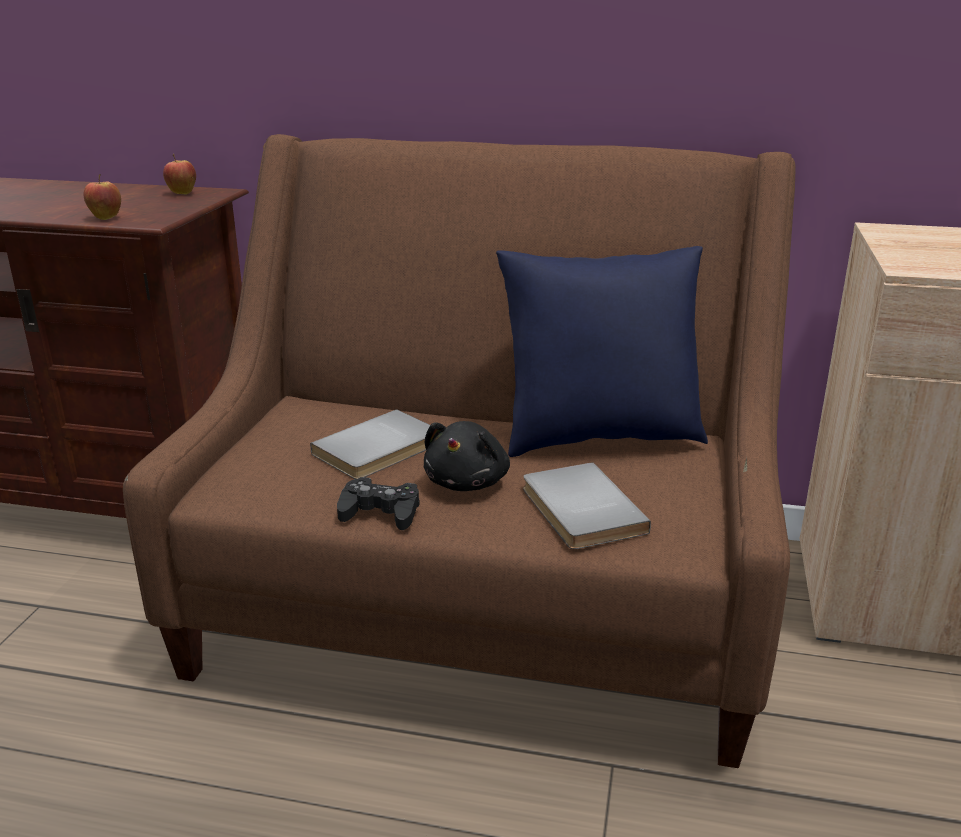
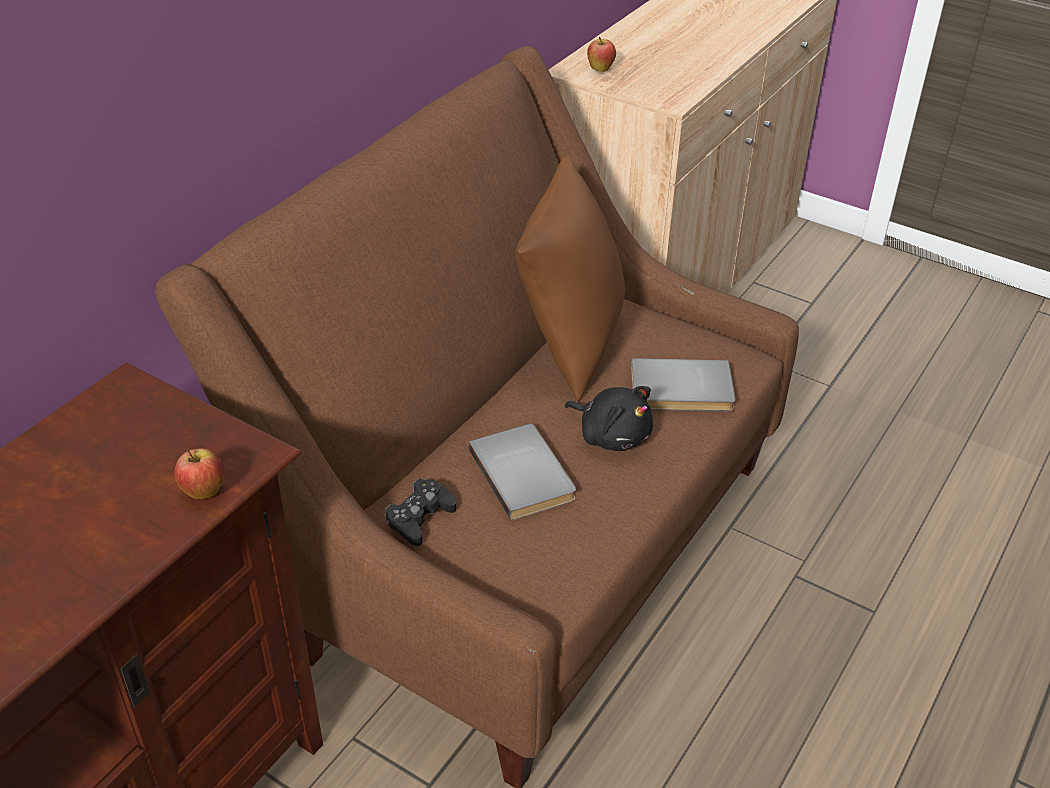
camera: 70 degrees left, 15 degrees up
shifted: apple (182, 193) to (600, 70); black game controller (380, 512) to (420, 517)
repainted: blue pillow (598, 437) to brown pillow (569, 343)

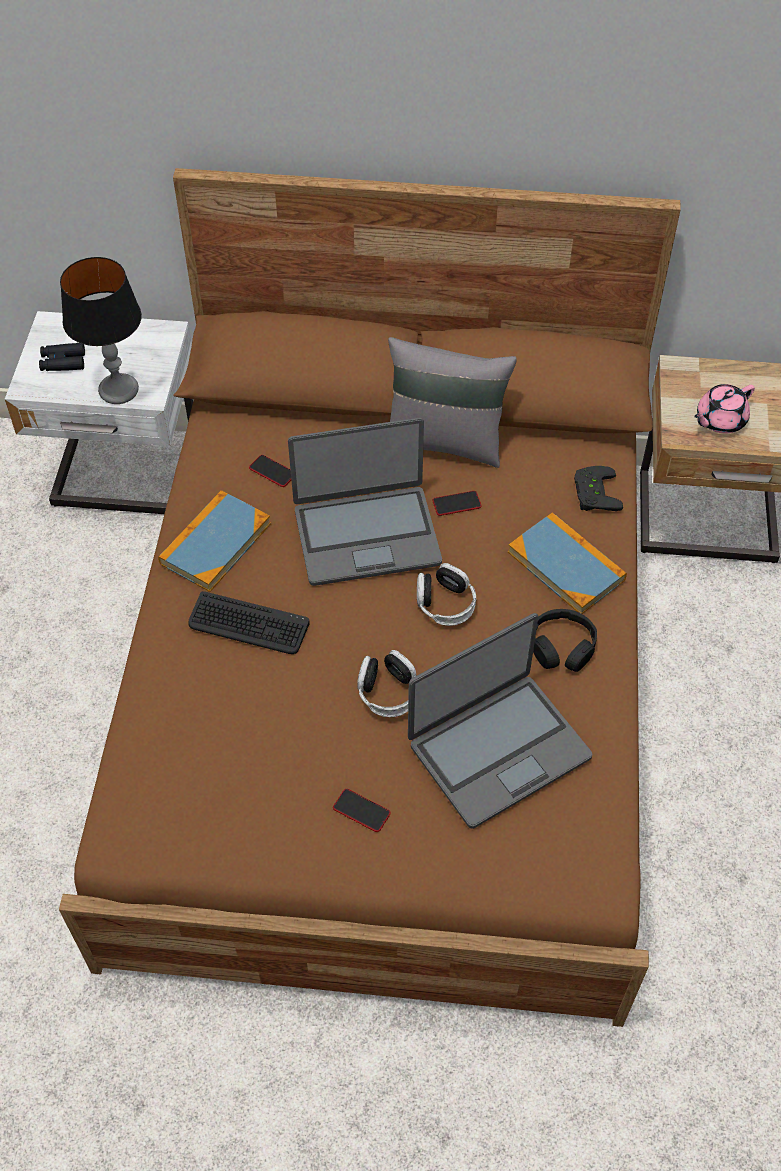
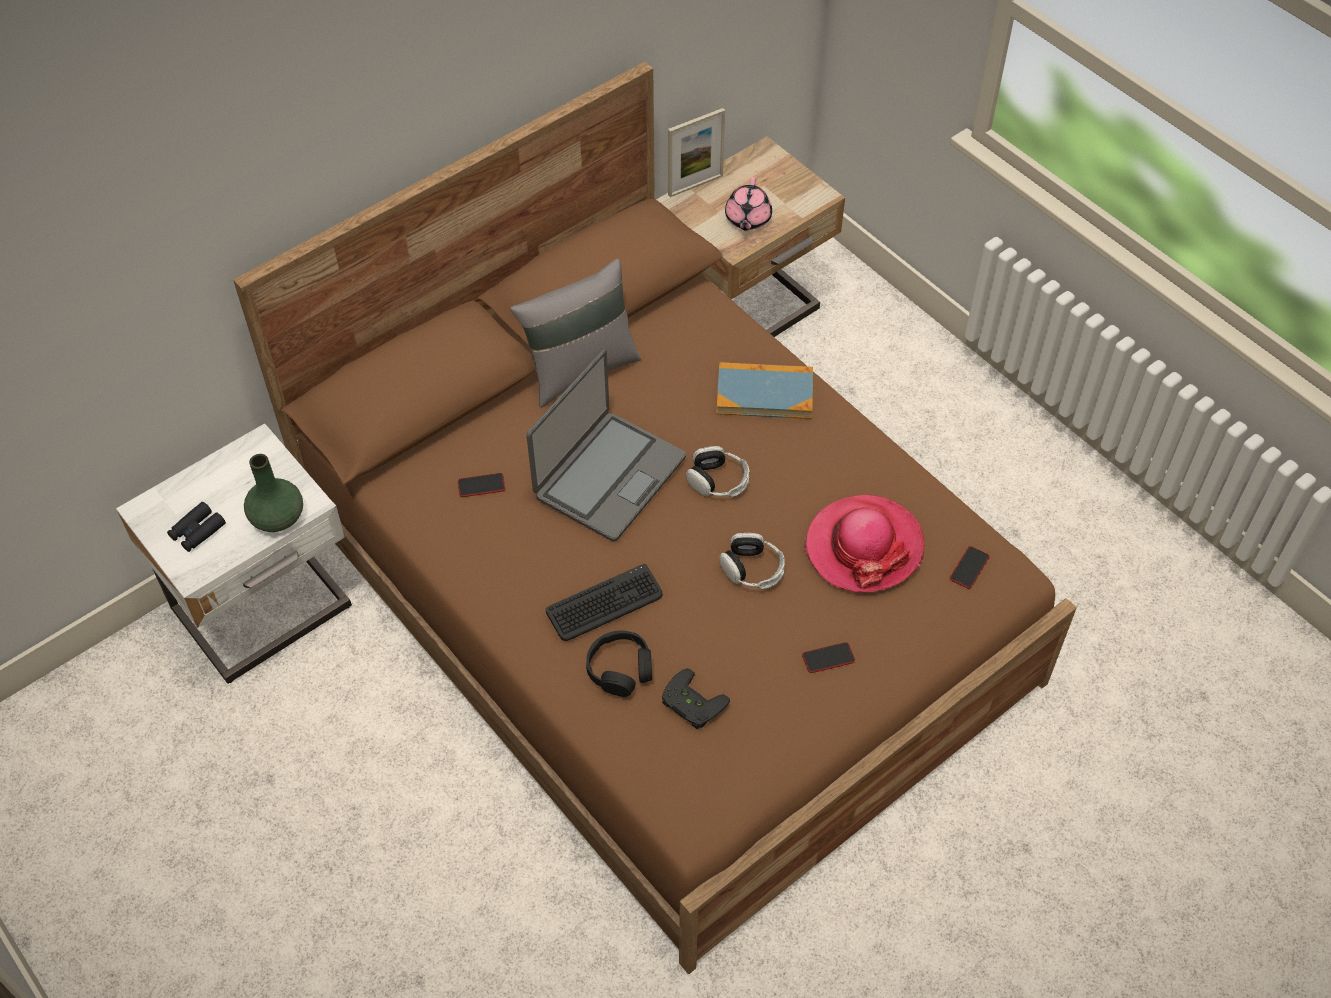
camera: 45 degrees left, 0 degrees up
gone: book (215, 543)
new: picture frame (695, 185)
shifted: phone (456, 504) to (969, 568); black headphones (562, 647) to (620, 669); black game controller (593, 493) to (690, 704)
swapped: table lamp (118, 390) to green vase (277, 517); laptop (498, 749) to hat (864, 546)

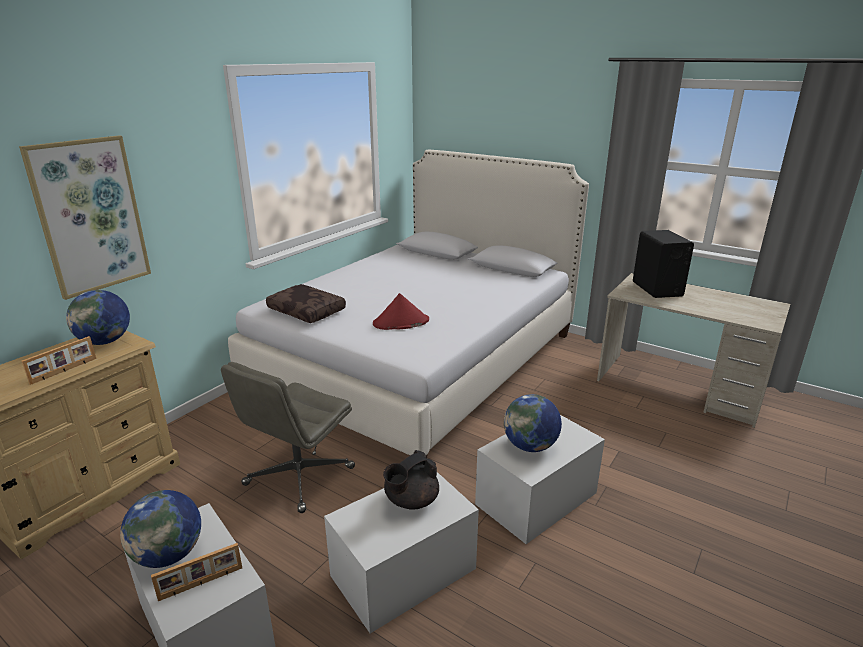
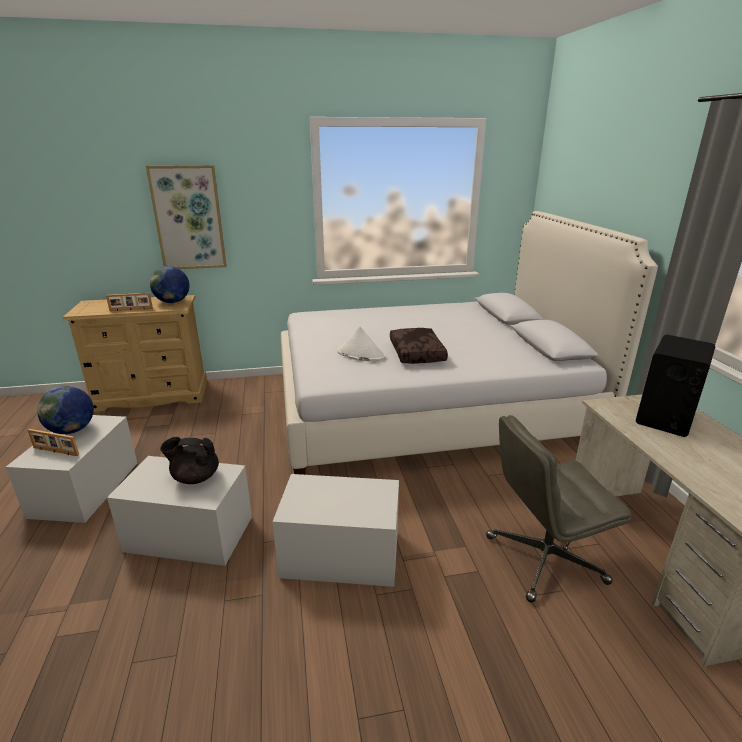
camera: 45 degrees right, 0 degrees up
gone: globe (530, 446)
shifted: grey office chair (298, 477) to (543, 560); brown pillow (307, 311) to (418, 353)
repainted: red hat (401, 322) to white hat (360, 354)

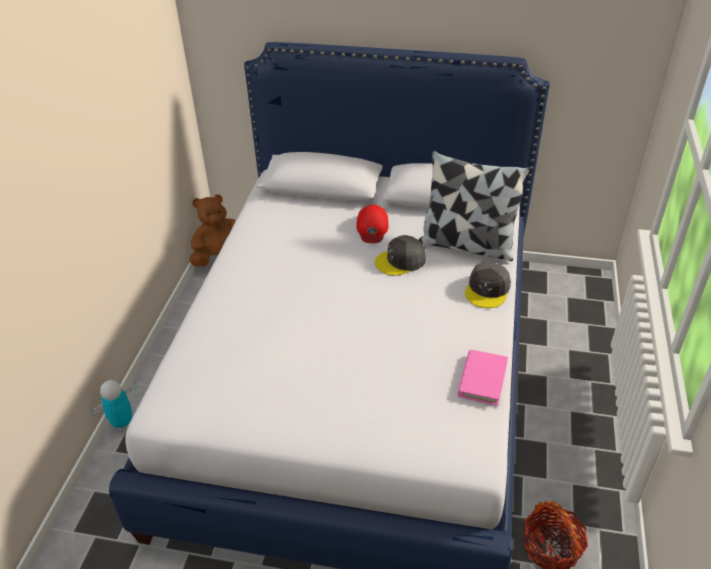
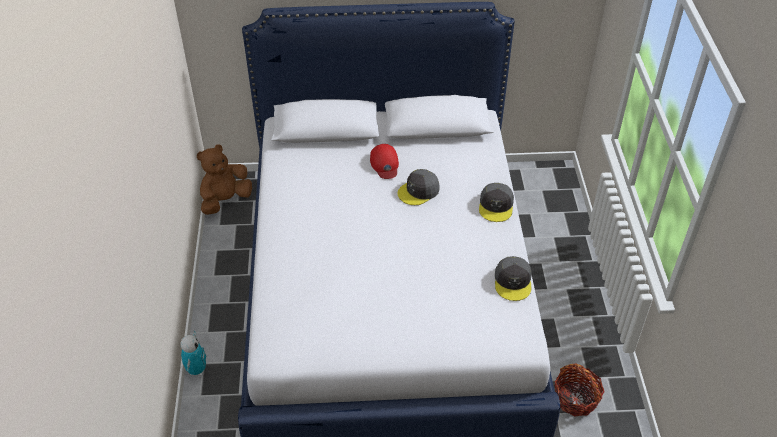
camera: 15 degrees left, 5 degrees up
gone: pillow (467, 244)
swapped: pink book (482, 379) to grey cap (513, 281)
rotated: toy robot (122, 423) = (196, 370) 150 degrees clockwise

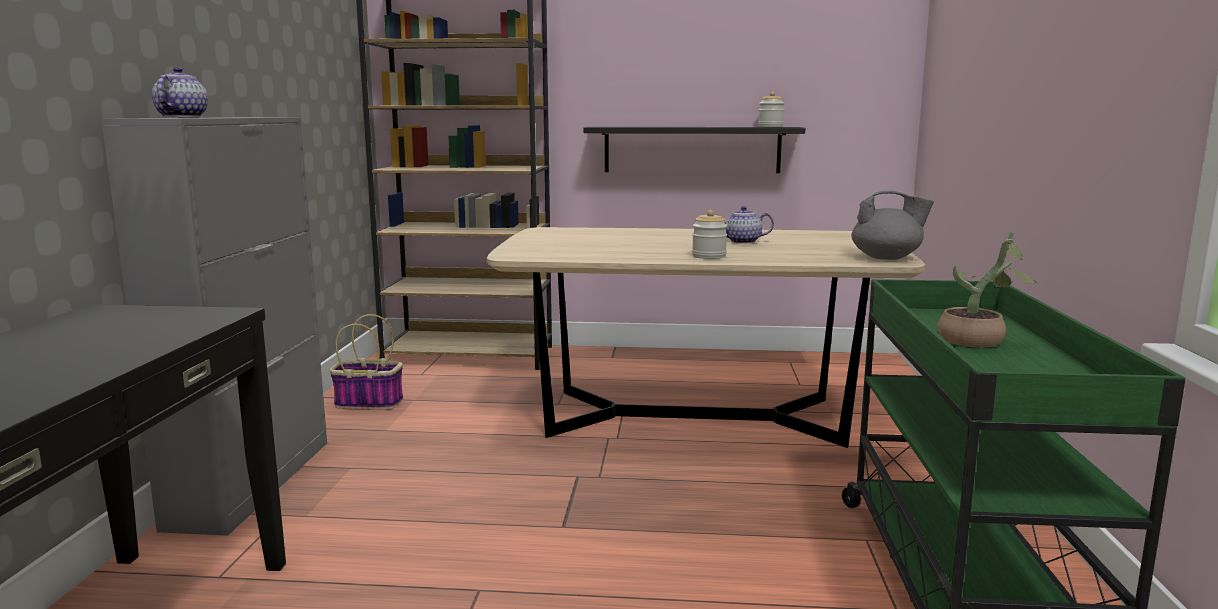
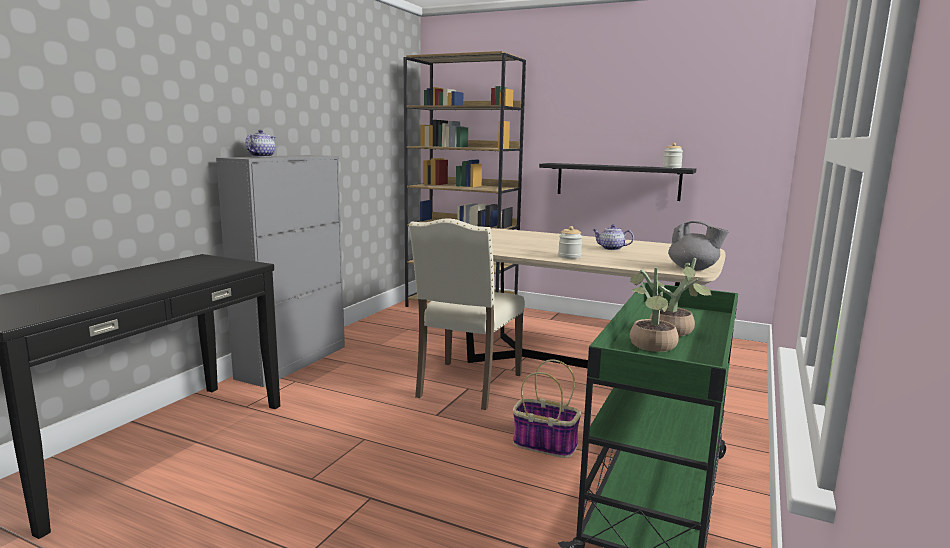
camera: 20 degrees right, 0 degrees up
new: beige chair (466, 386); potted plant (650, 346)
shifted: basket (367, 403) to (543, 444)

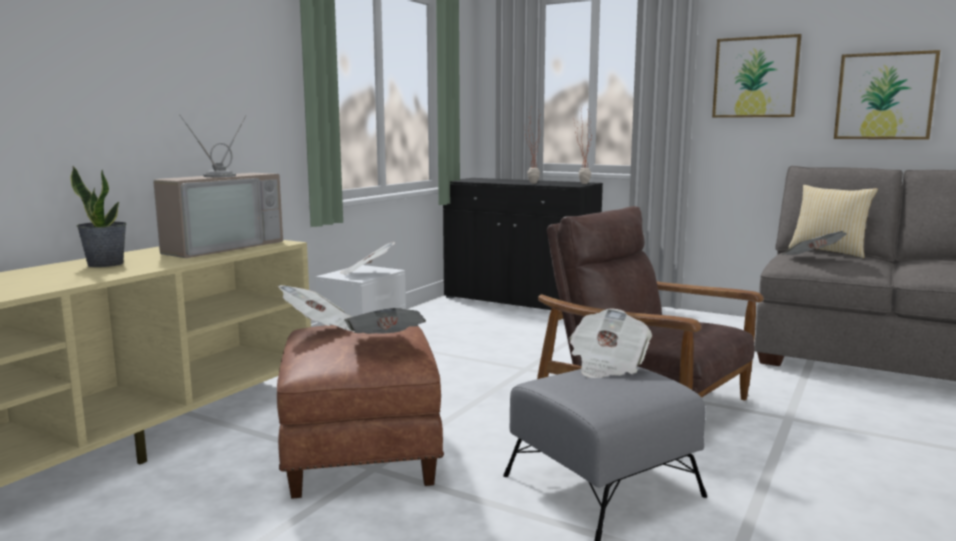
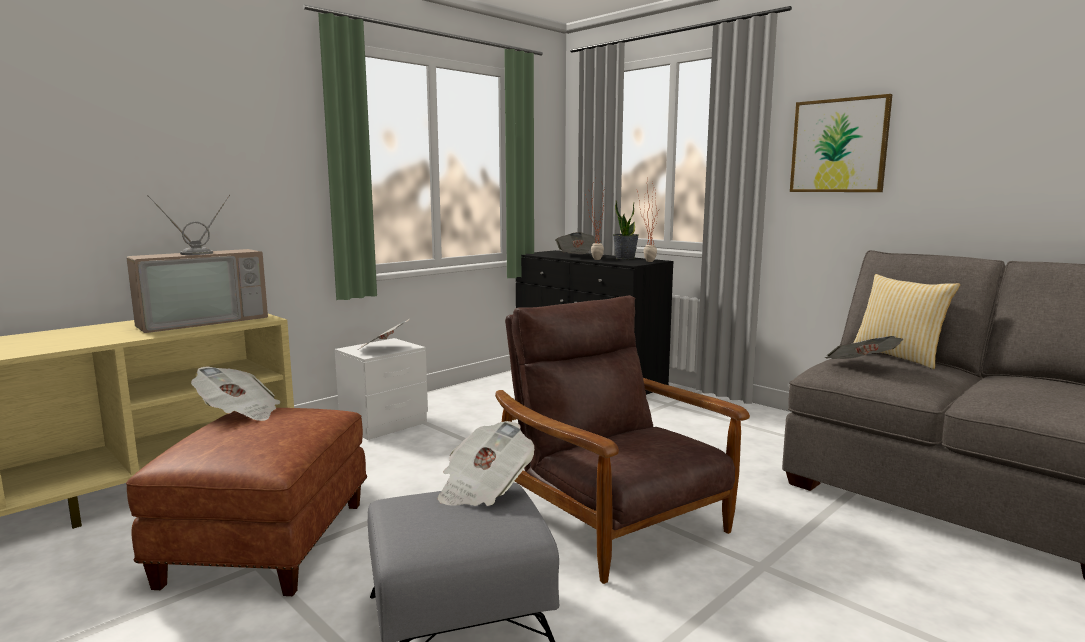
camera: 15 degrees right, 0 degrees up
gone: picture (884, 96)
shifted: potted plant (105, 264) to (625, 258); newspaper (386, 344) to (577, 256)

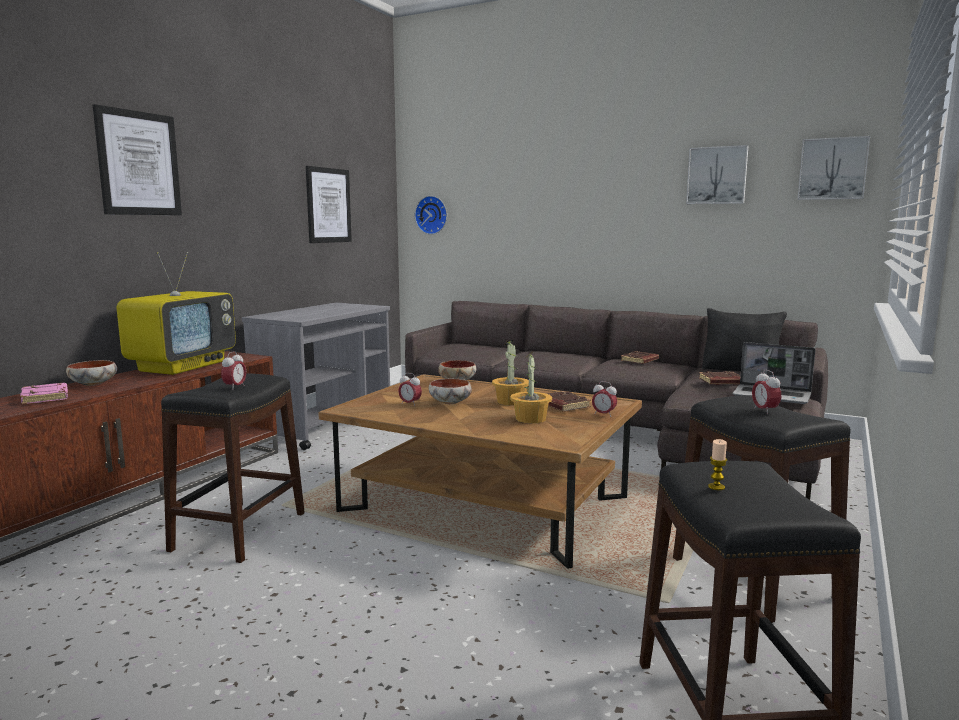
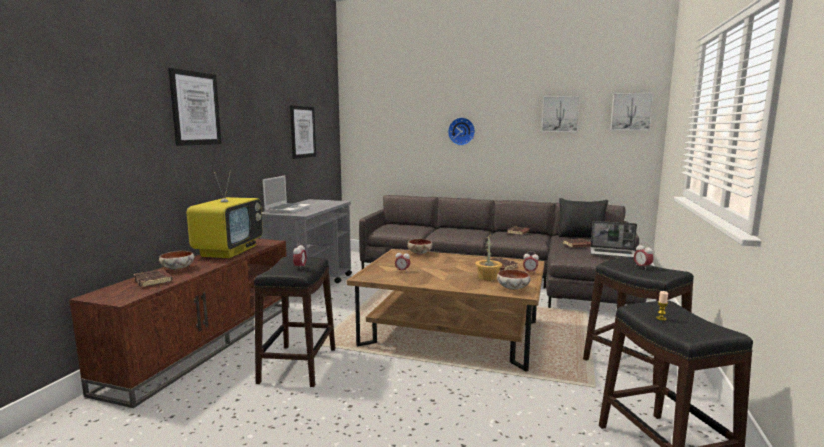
camera: 10 degrees left, 0 degrees up
gone: potted plant (511, 402)
new: laptop (287, 209)
shifted: wall clock (432, 215) to (461, 131); bowl (451, 403) to (513, 288)
repainted: pink book (46, 398) to brown book (154, 281)

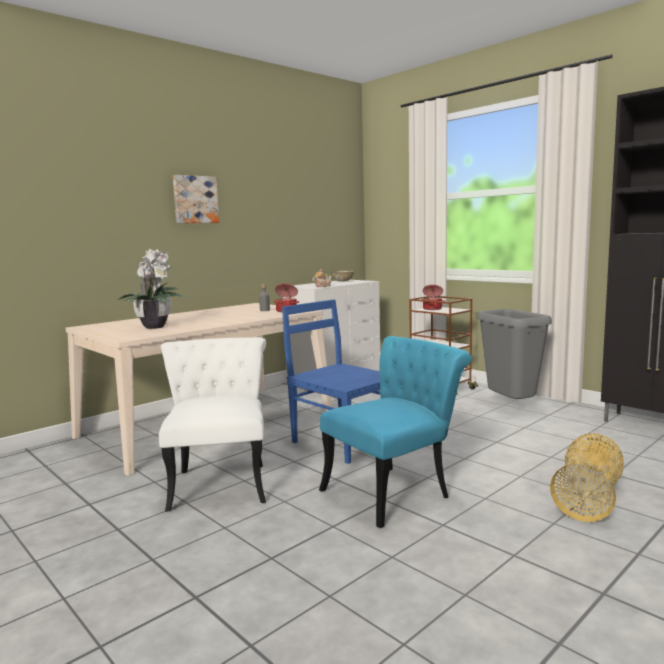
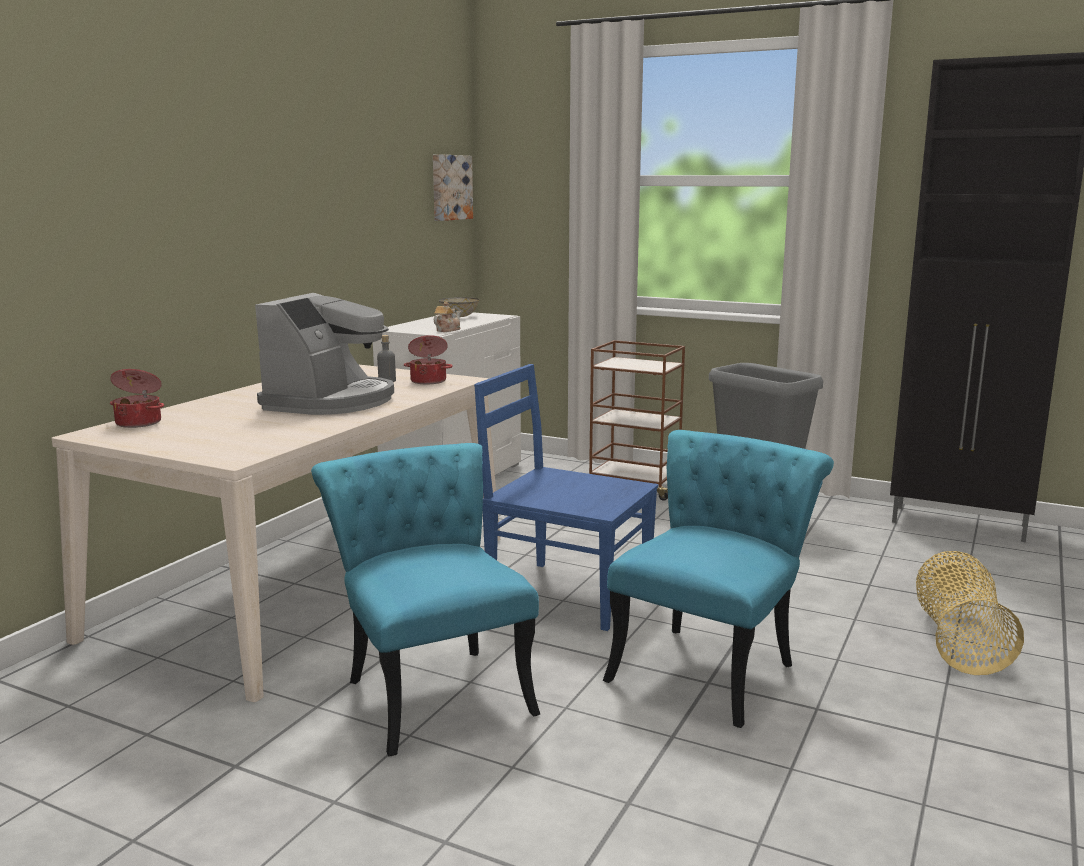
camera: 20 degrees left, 5 degrees up
gone: potted plant (155, 326)
new: coffee machine (331, 401)
shifted: picture (195, 199) to (450, 187); cooking pot (432, 309) to (139, 422)
repainted: white chair (220, 481) to turquoise chair (431, 688)

